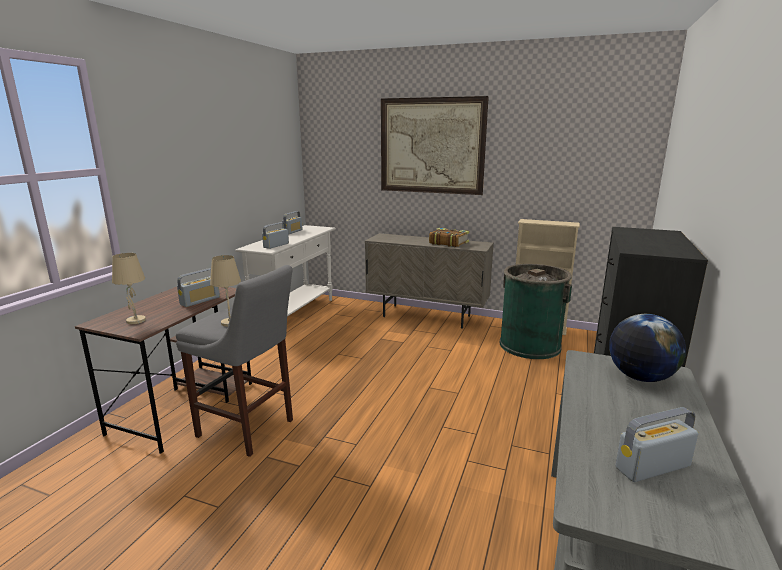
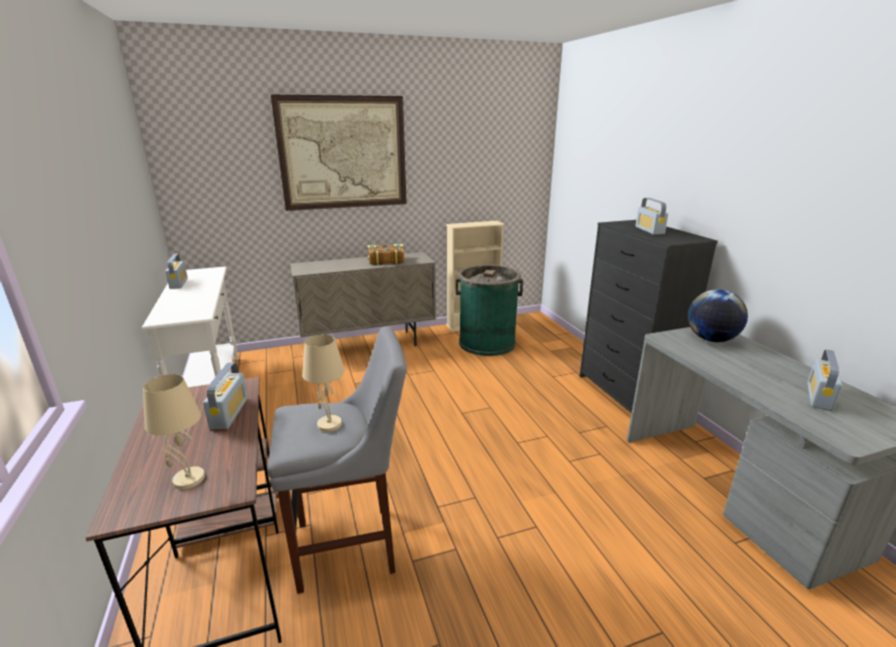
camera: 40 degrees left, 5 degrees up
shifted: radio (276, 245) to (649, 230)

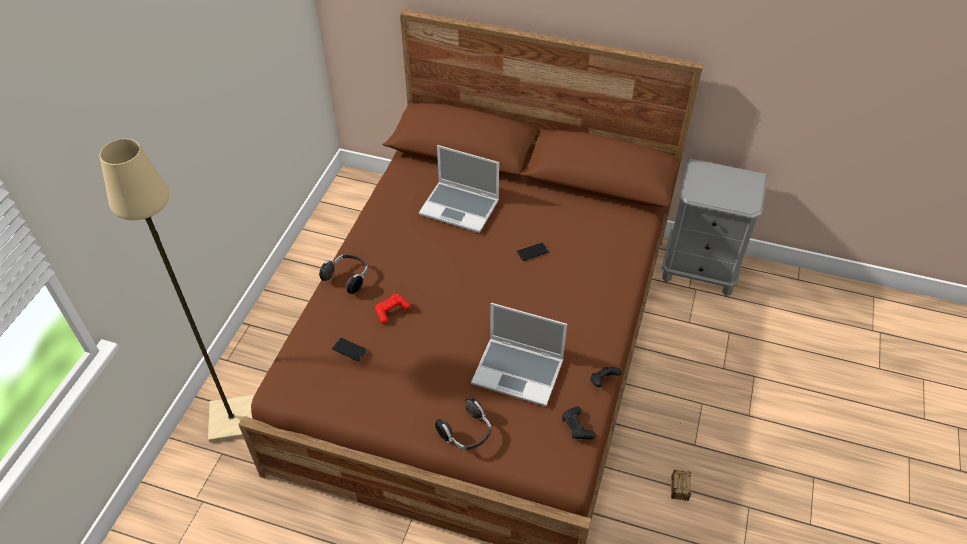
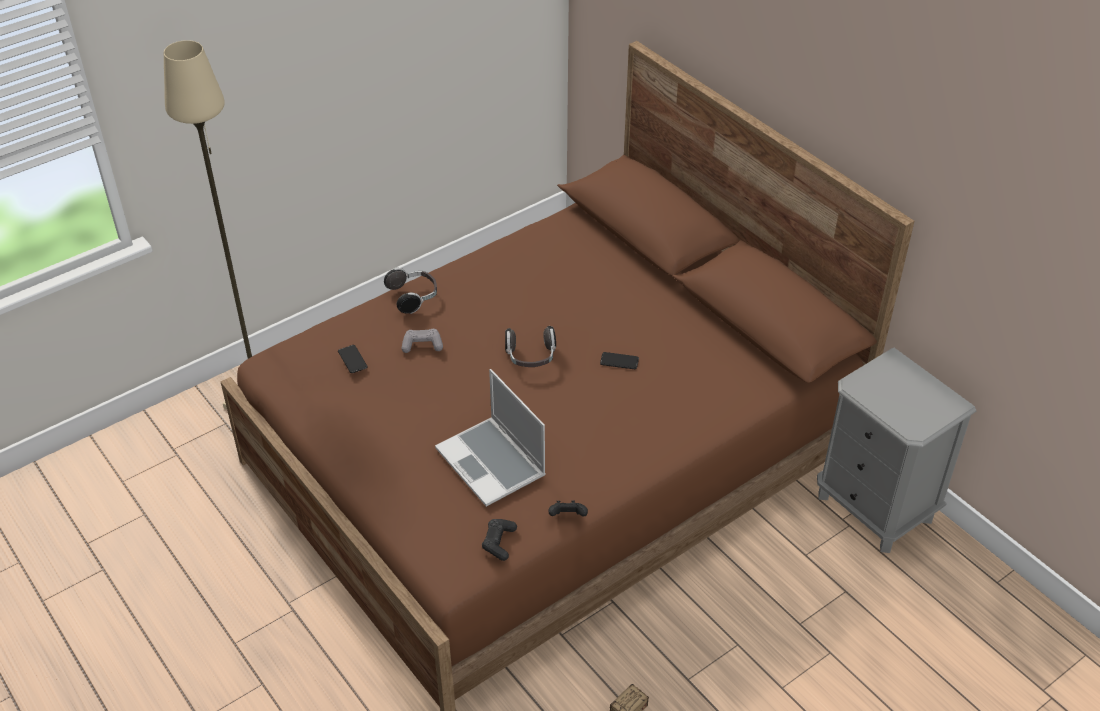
camera: 35 degrees right, 5 degrees down
gone: laptop (460, 208)
shifted: headphones (466, 433) to (531, 357)
repainted: red game controller (391, 311) to grey game controller (422, 345)

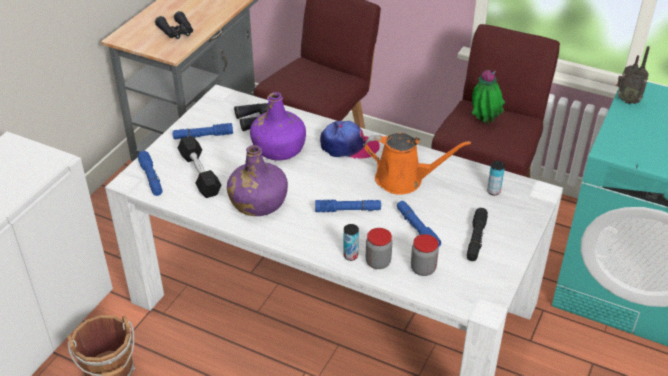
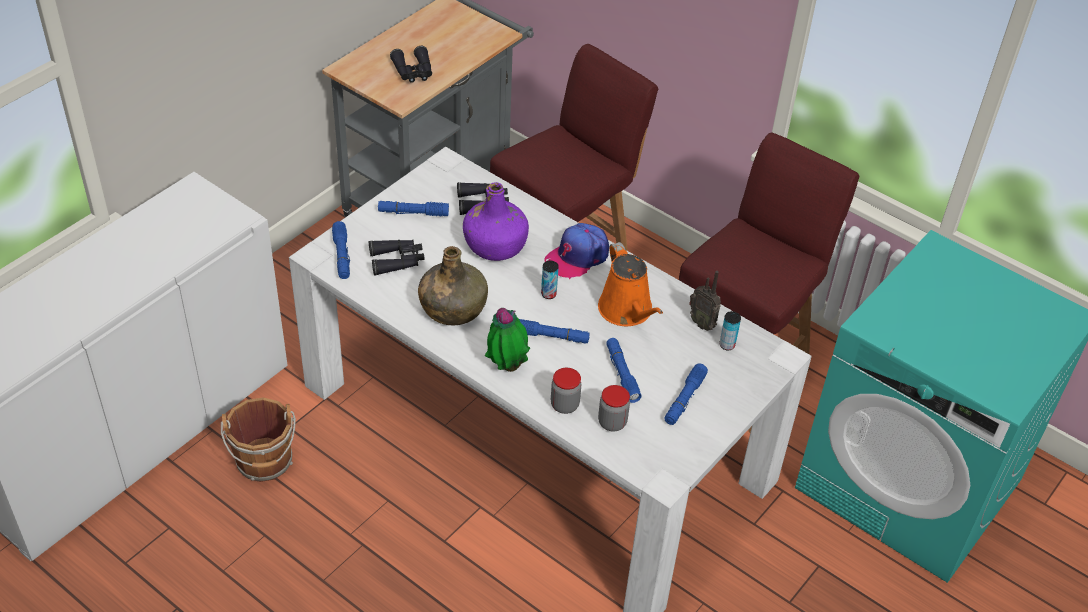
camera: 10 degrees right, 5 degrees up
shifted: can (350, 256) to (548, 294); potted plant (484, 122) to (507, 366); radio (627, 100) to (702, 323)
swapped: black dumbbell (200, 174) to black binoculars (397, 261)
repainted: purple bottle (258, 203) to green bottle (453, 308); black flashlight (476, 239) to blue flashlight (684, 399)
rotated: cap (349, 146) = (577, 256) 120 degrees clockwise; orange watering can (404, 180) = (627, 311) 45 degrees clockwise

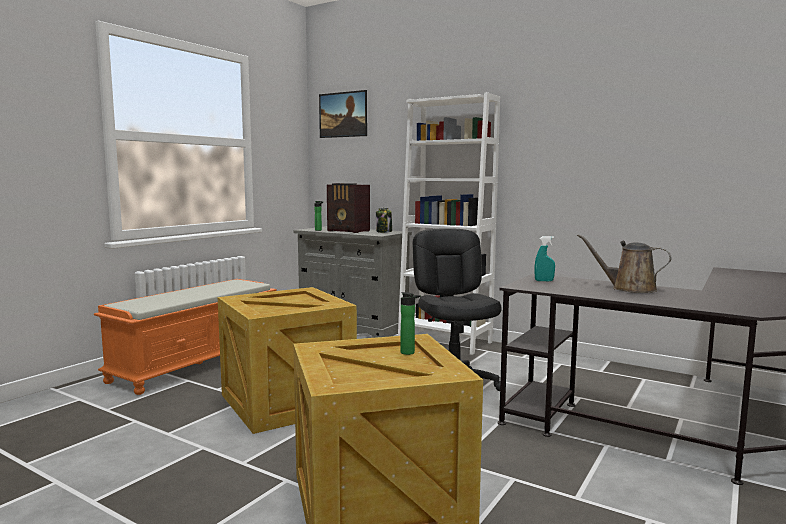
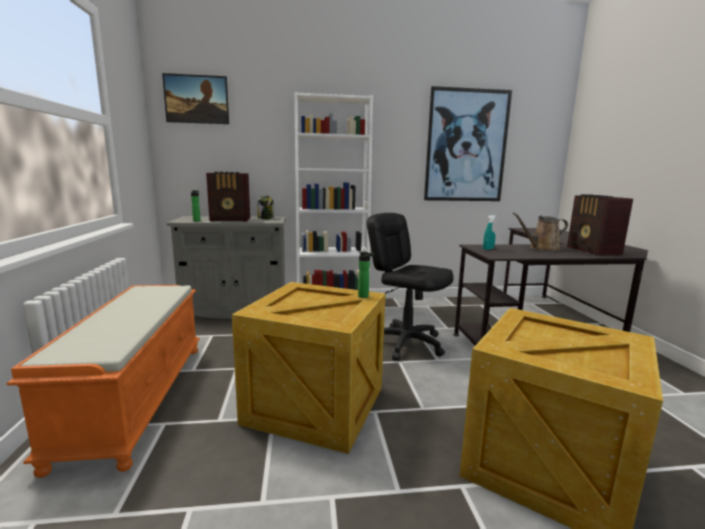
camera: 40 degrees left, 5 degrees up
new: picture (466, 146); radio (593, 251)
shifted: bottle (409, 353) to (365, 296)

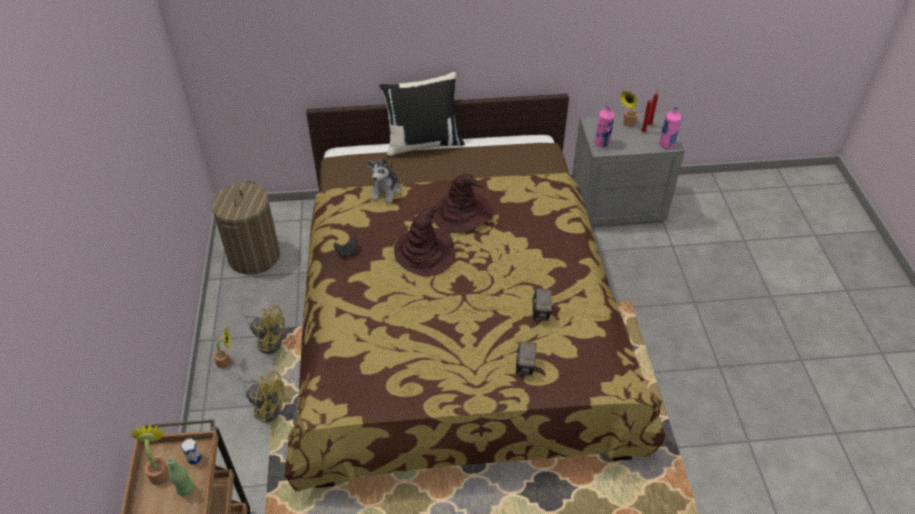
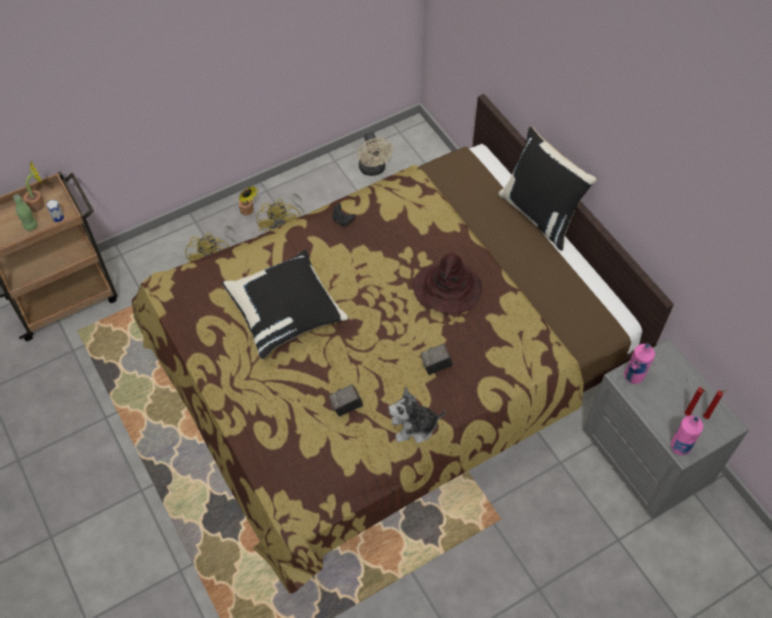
camera: 65 degrees right, 10 degrees up
gone: brown hat (425, 253); potted plant (627, 124)
new: black pillow (286, 313)
shifted: plush toy (385, 191) to (414, 427); photo camera (525, 366) to (436, 366)
swapped: laundry basket (254, 256) to beige fan (373, 170)

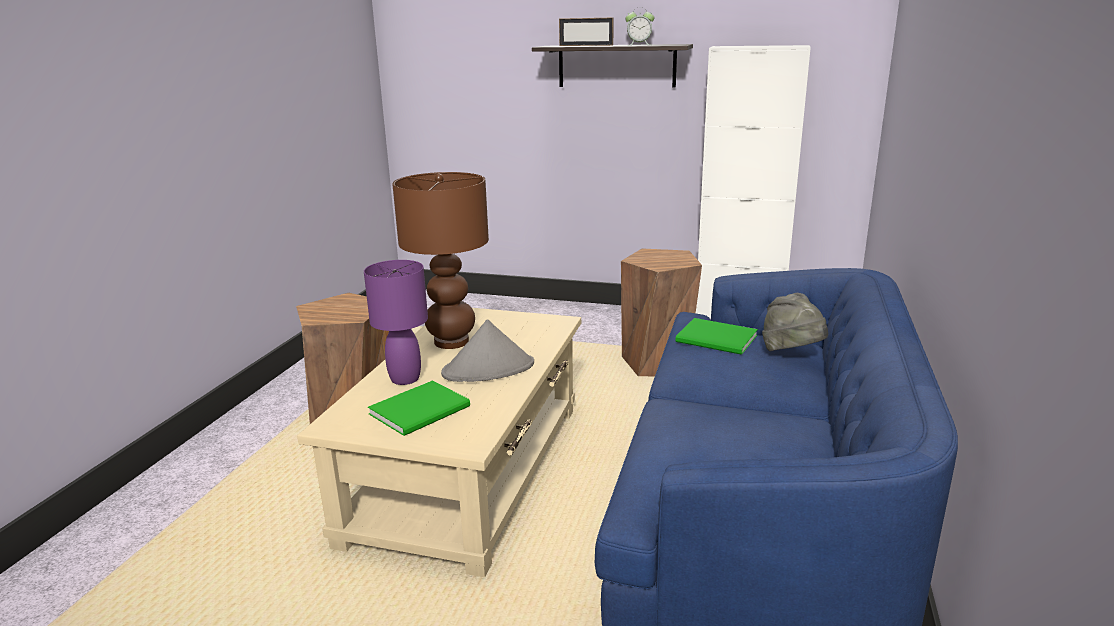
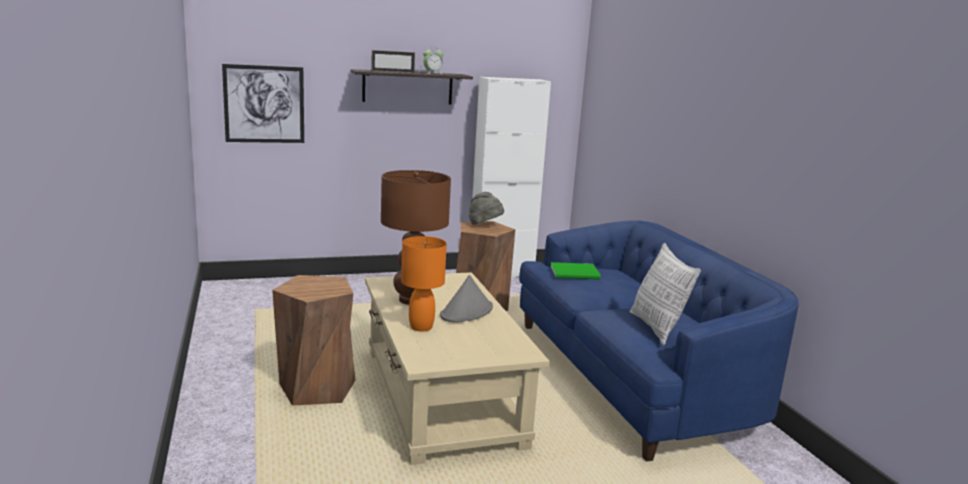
camera: 35 degrees left, 5 degrees down
gone: green book (423, 410)
new: picture (264, 104); pillow (657, 328)
shifted: grey hat (792, 354) to (485, 225)
repainted: purple table lamp (405, 379) to orange table lamp (421, 327)

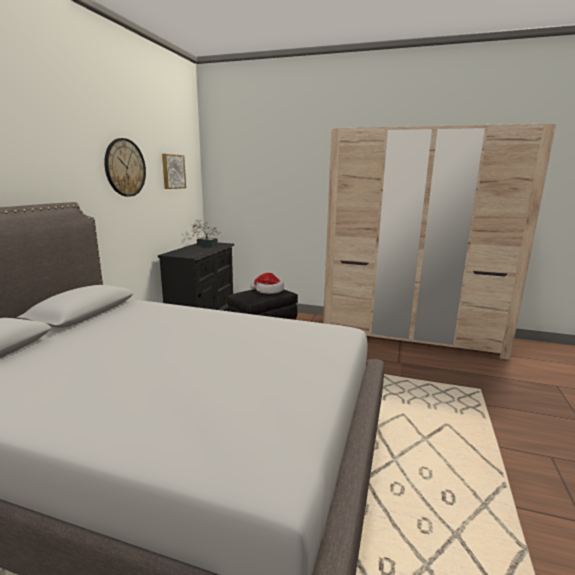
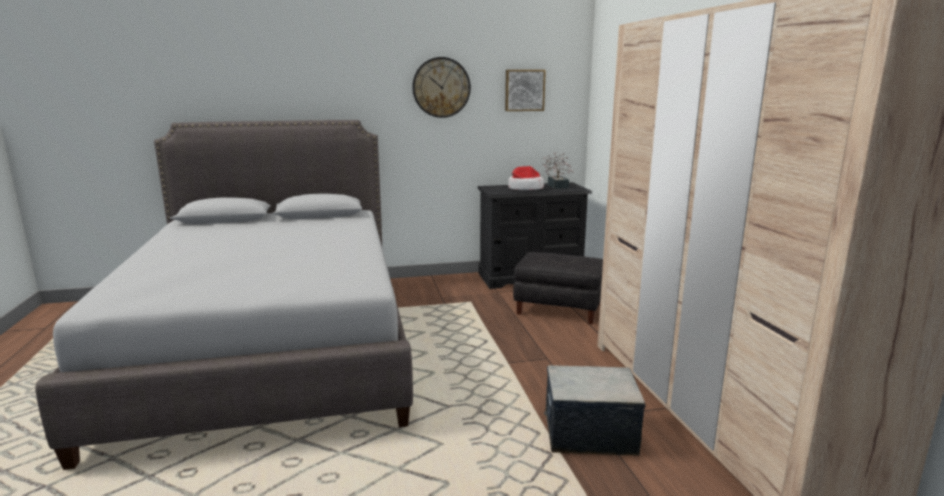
camera: 60 degrees right, 0 degrees up
new: storage box (589, 433)
shifted: hat (269, 291) to (525, 189)

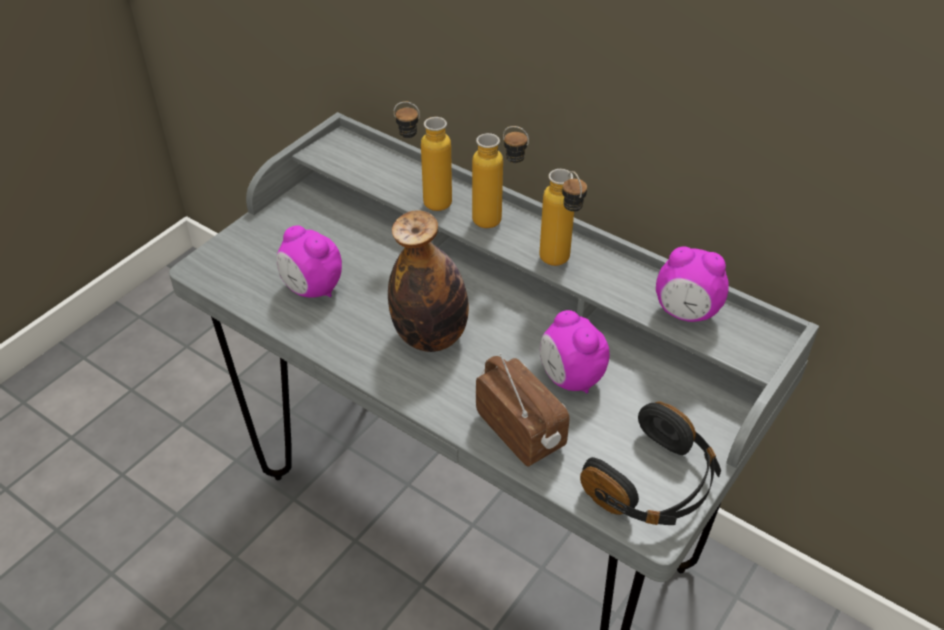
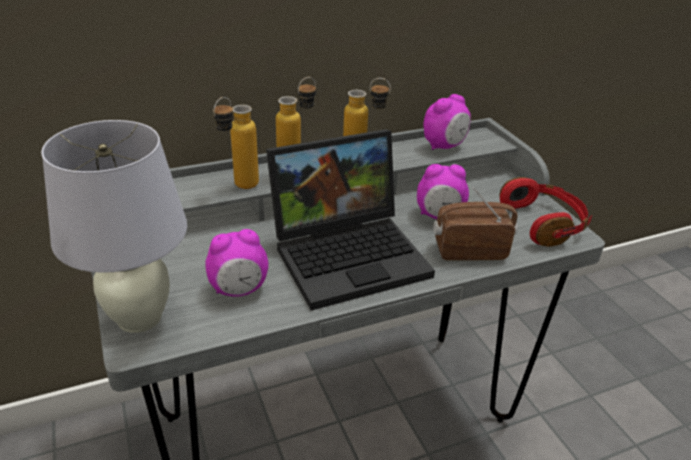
camera: 60 degrees left, 10 degrees down
new: white table lamp (139, 318)
swapped: bottle (431, 336) to laptop (351, 253)
repainted: black headphones (653, 484) to red headphones (544, 223)

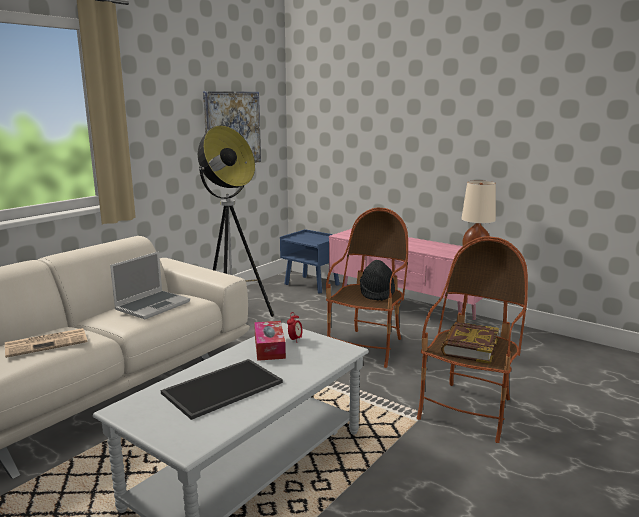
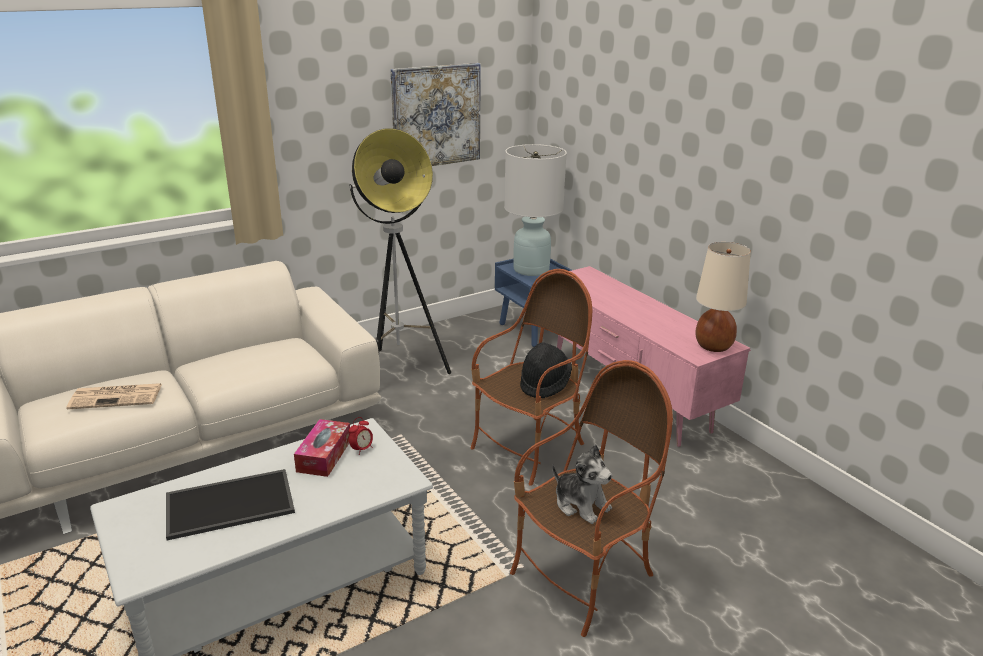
camera: 20 degrees right, 10 degrees up
gone: laptop (153, 305)
new: white table lamp (531, 270)
swapped: book (469, 347) to plush toy (581, 504)

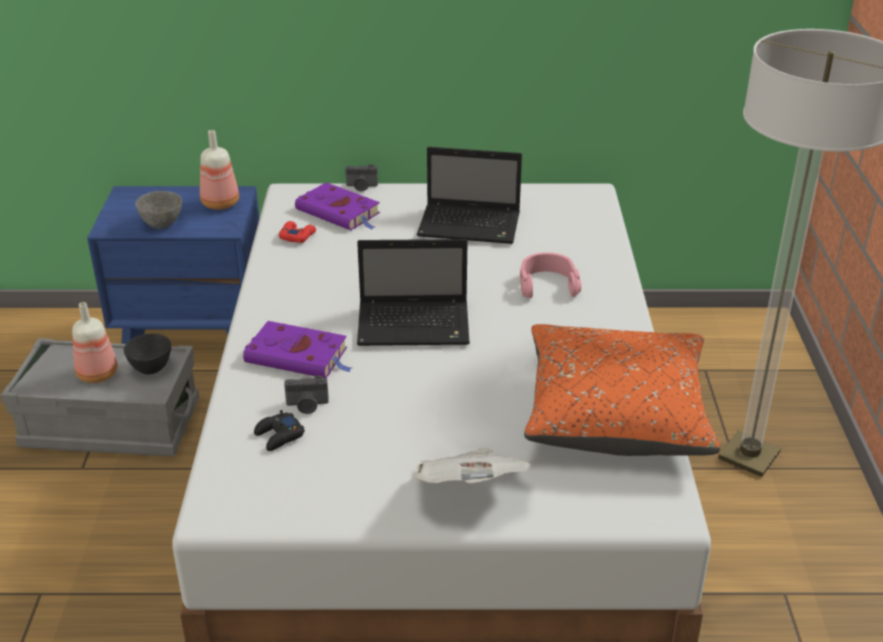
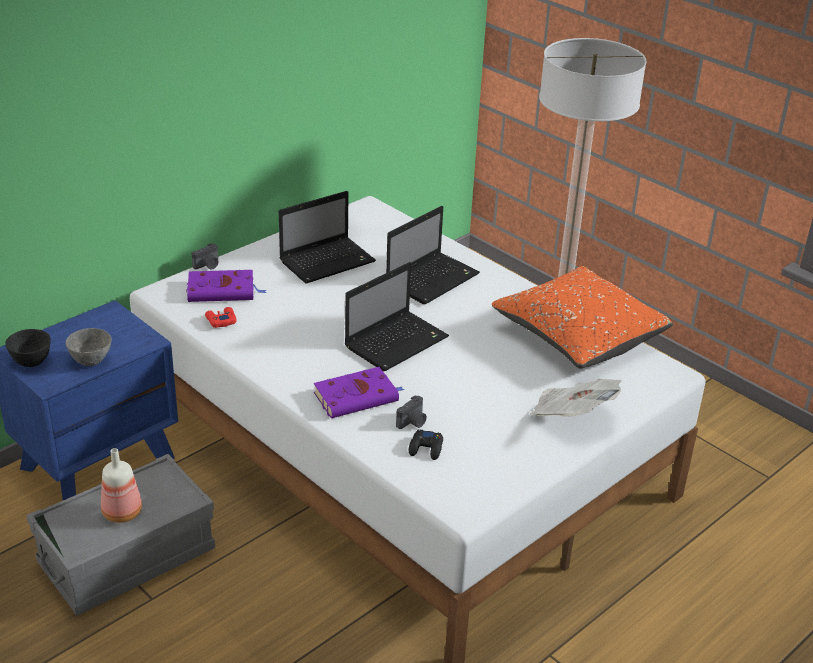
camera: 45 degrees left, 0 degrees up
gone: bottle (221, 204)
shifted: black bowl (150, 369) to (31, 362)
swapped: pink headphones (547, 284) to laptop (433, 279)

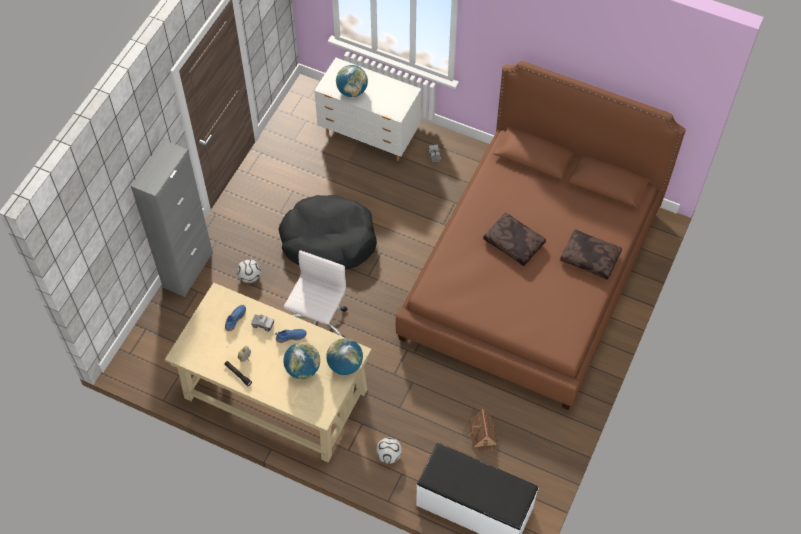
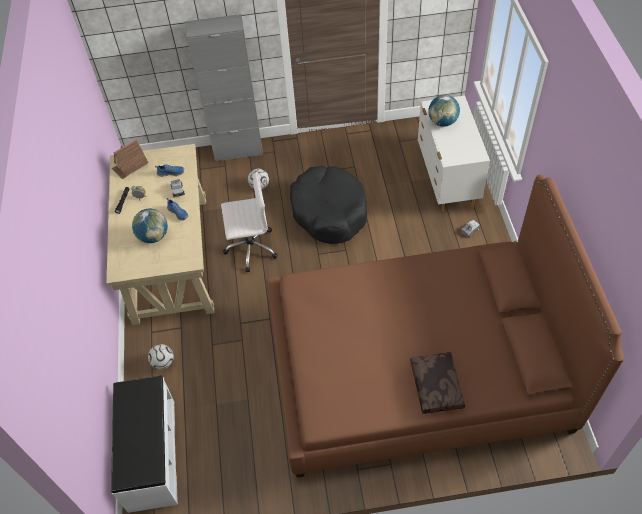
camera: 60 degrees right, 5 degrees down
gone: globe (345, 365); brown pillow (513, 243)
shifted: toy house (483, 435) to (130, 166)

